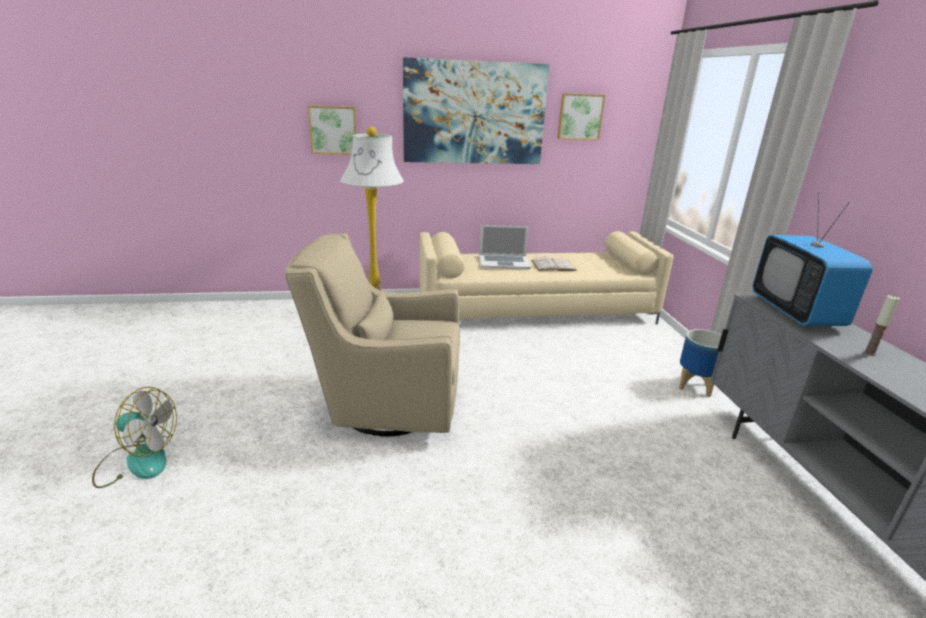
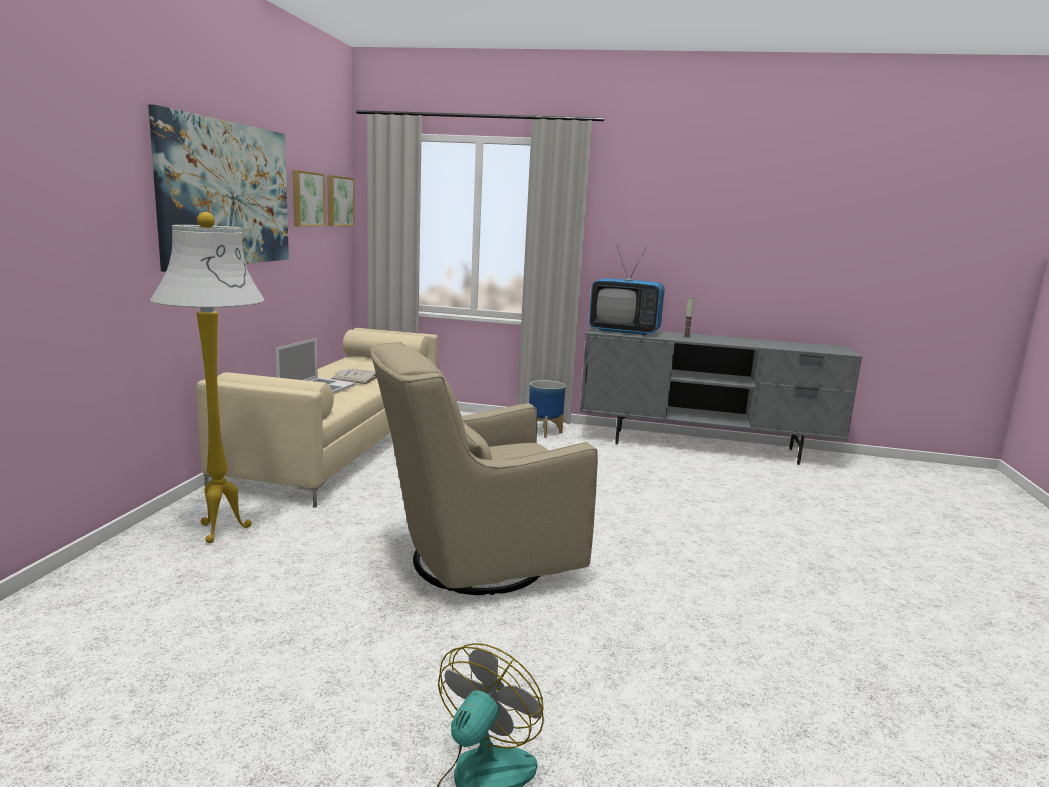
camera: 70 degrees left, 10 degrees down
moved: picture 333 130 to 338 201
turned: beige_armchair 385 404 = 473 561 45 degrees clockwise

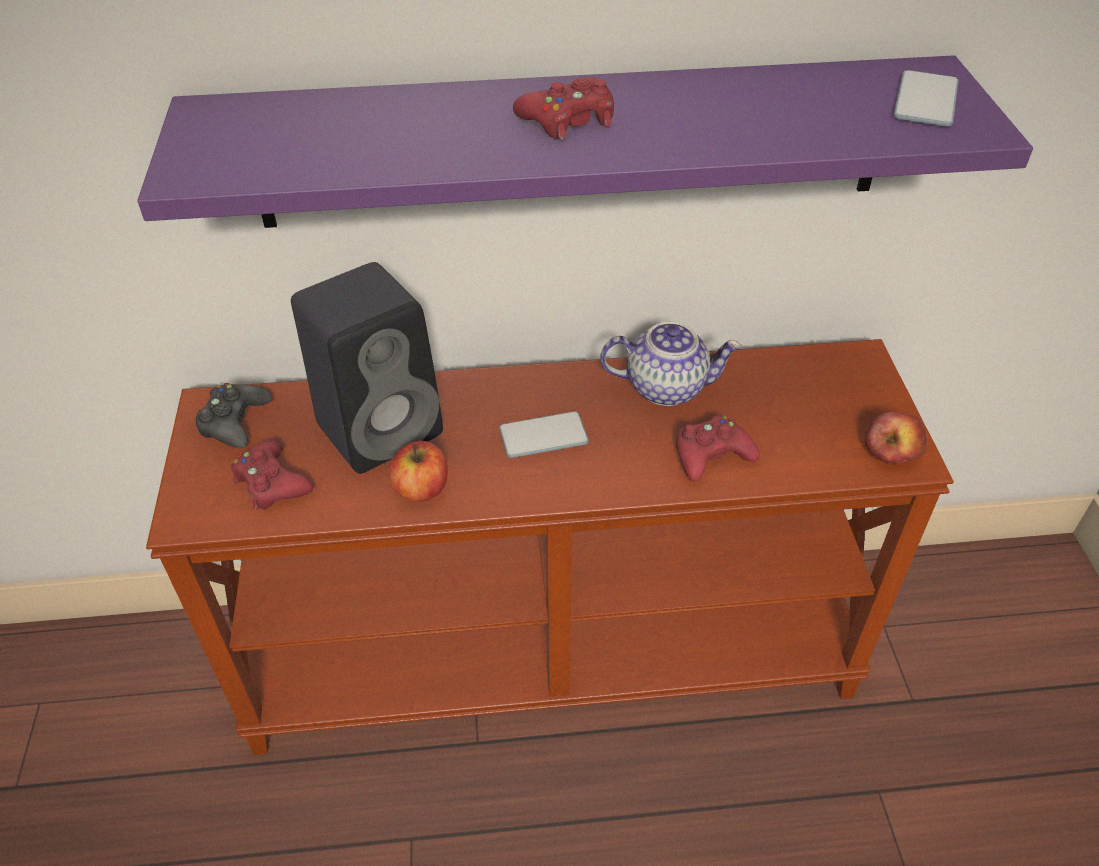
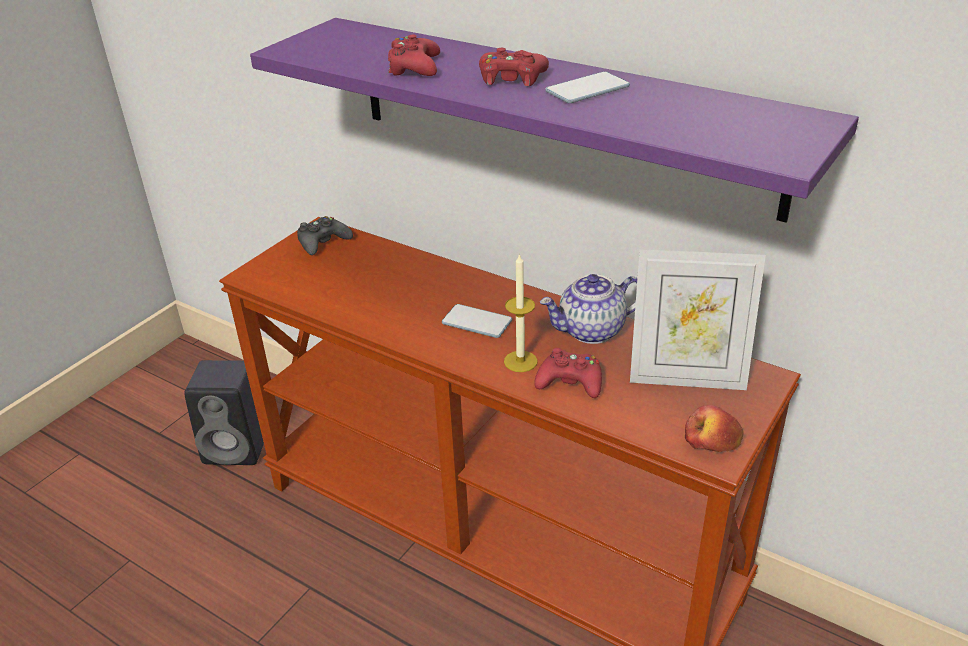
camera: 40 degrees right, 10 degrees down
removed: apple 421 489
added: candle 520 361; picture_frame 687 378
moved: black_speaker 383 427 to 238 447; red_game_controller 271 483 to 414 67; phone 925 101 to 587 89
turned: teapot 667 386 = 591 331 120 degrees clockwise

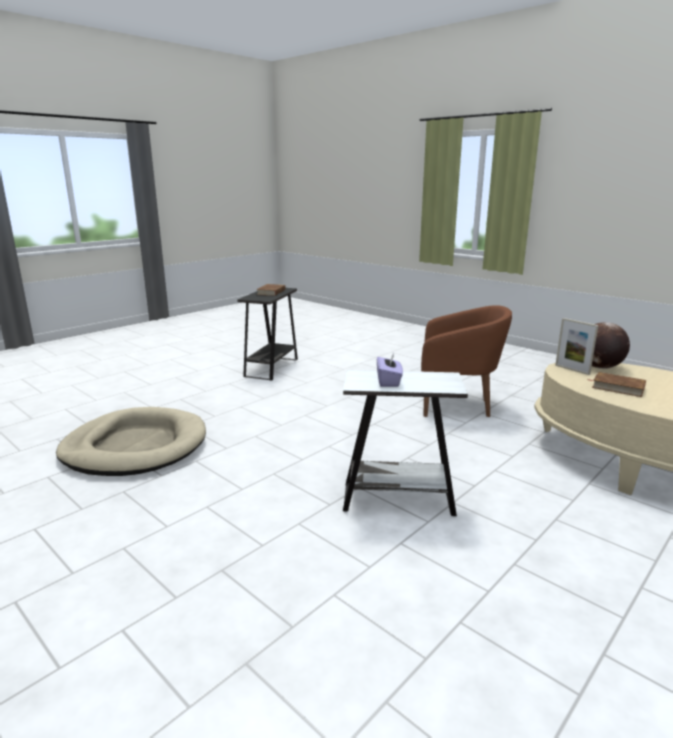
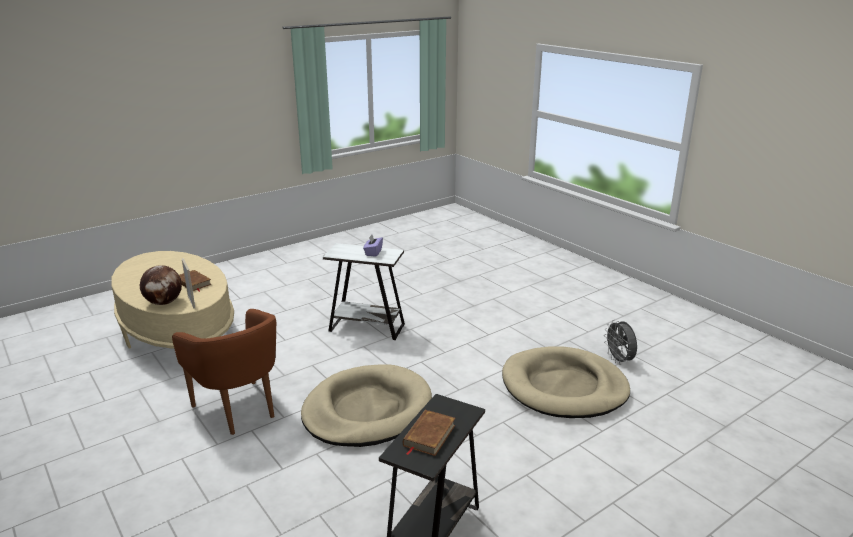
camera: 170 degrees left, 5 degrees up
added: beige_dog_bed 367 410; grey_fan 619 360
turned: brown_armchair 457 406 = 238 409 150 degrees counterclockwise

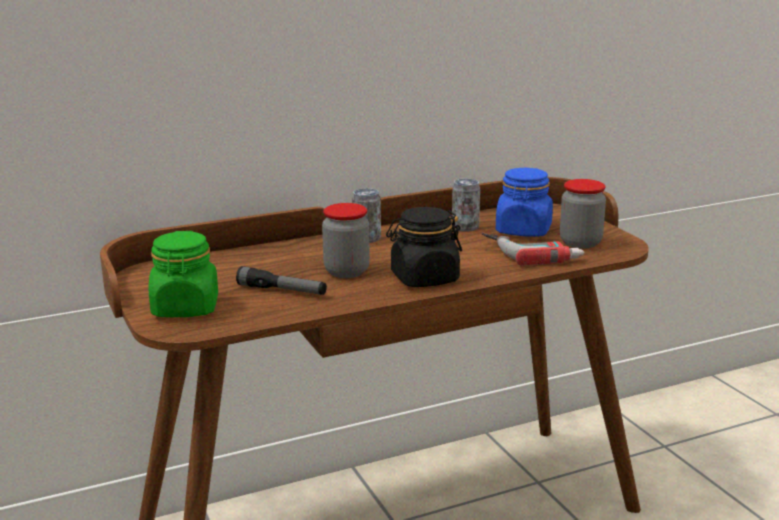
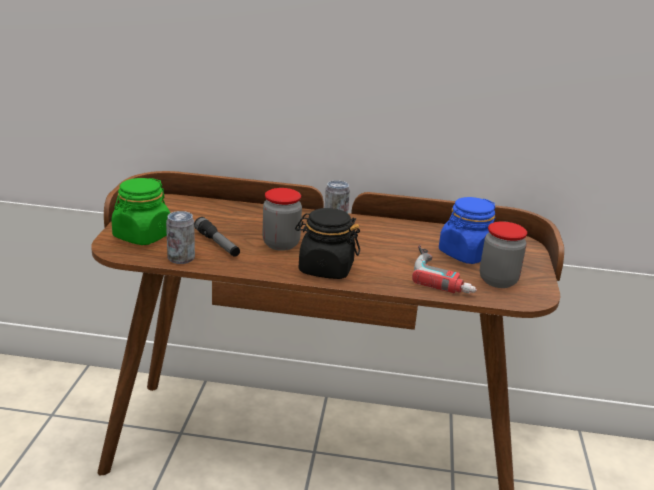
camera: 30 degrees right, 5 degrees up
moved: can 465 227 to 181 258

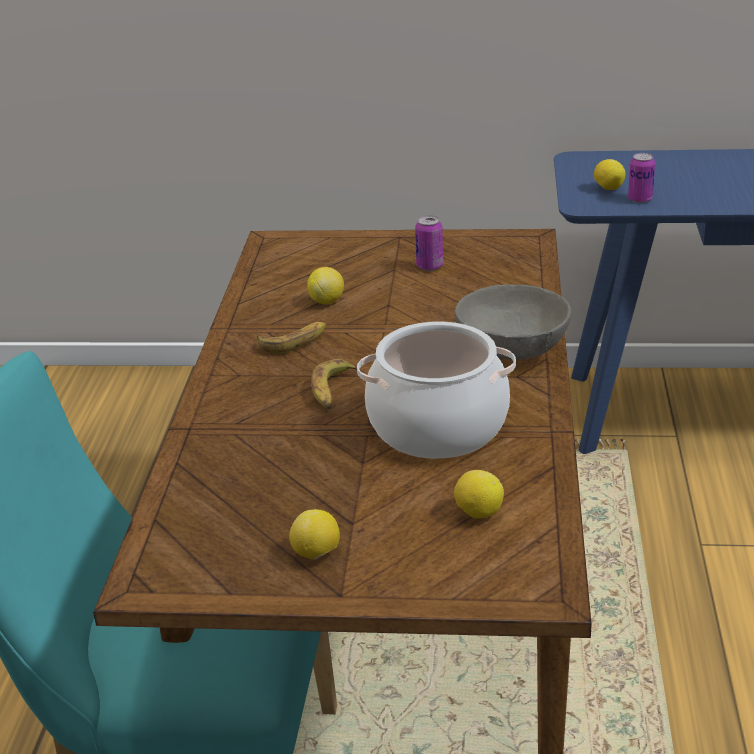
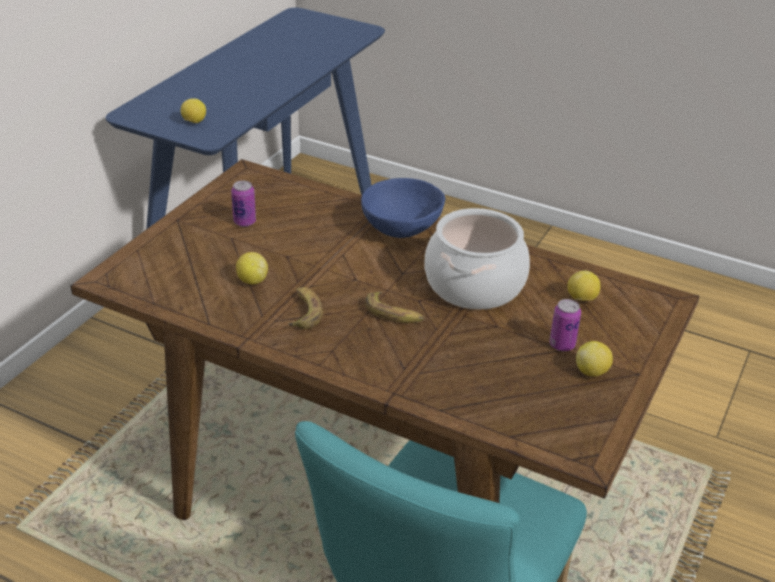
camera: 70 degrees left, 5 degrees up
moved: can 640 199 to 562 345
recoloured: grey_bowl 513 351 to blue_bowl 402 228

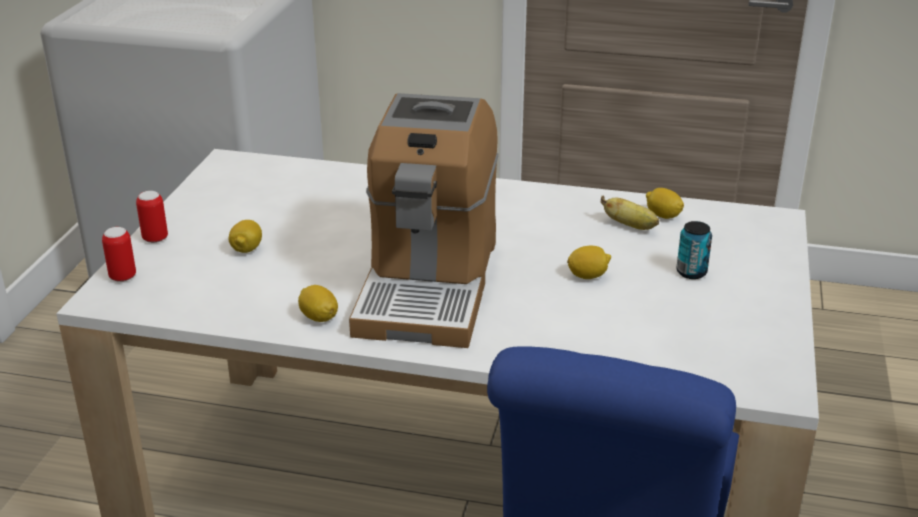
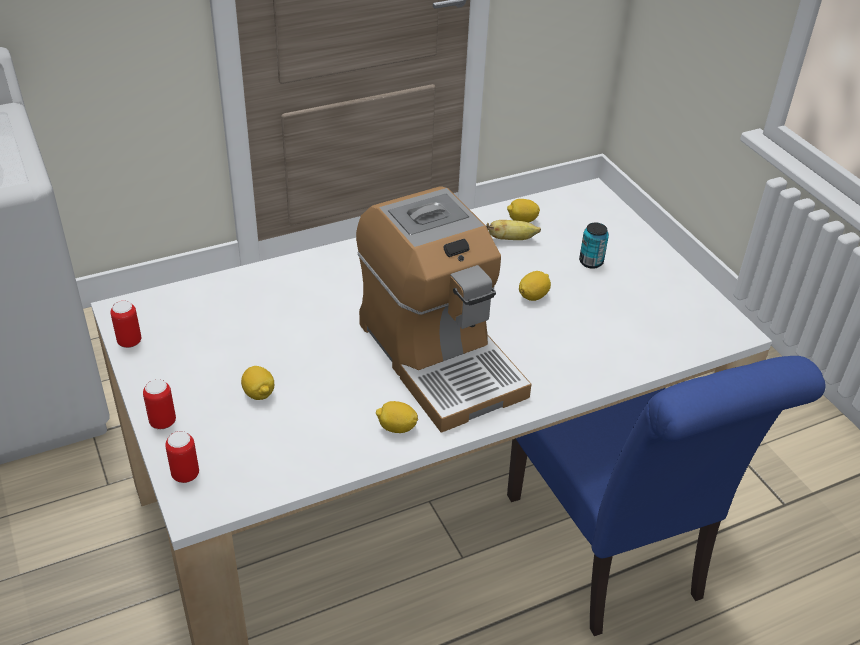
camera: 40 degrees left, 10 degrees up
added: can 129 342

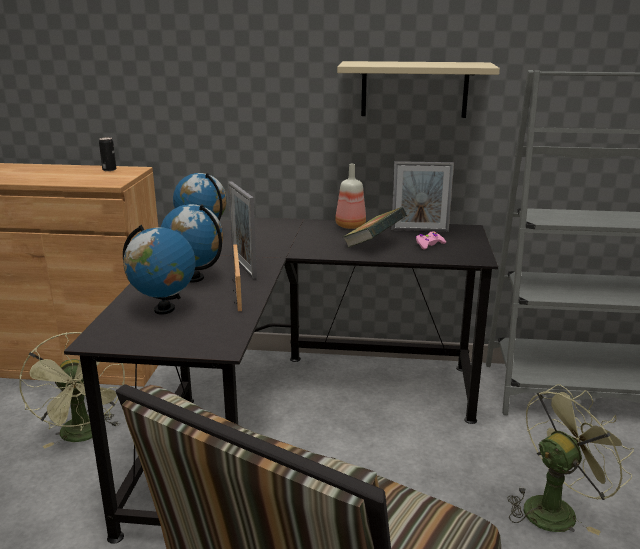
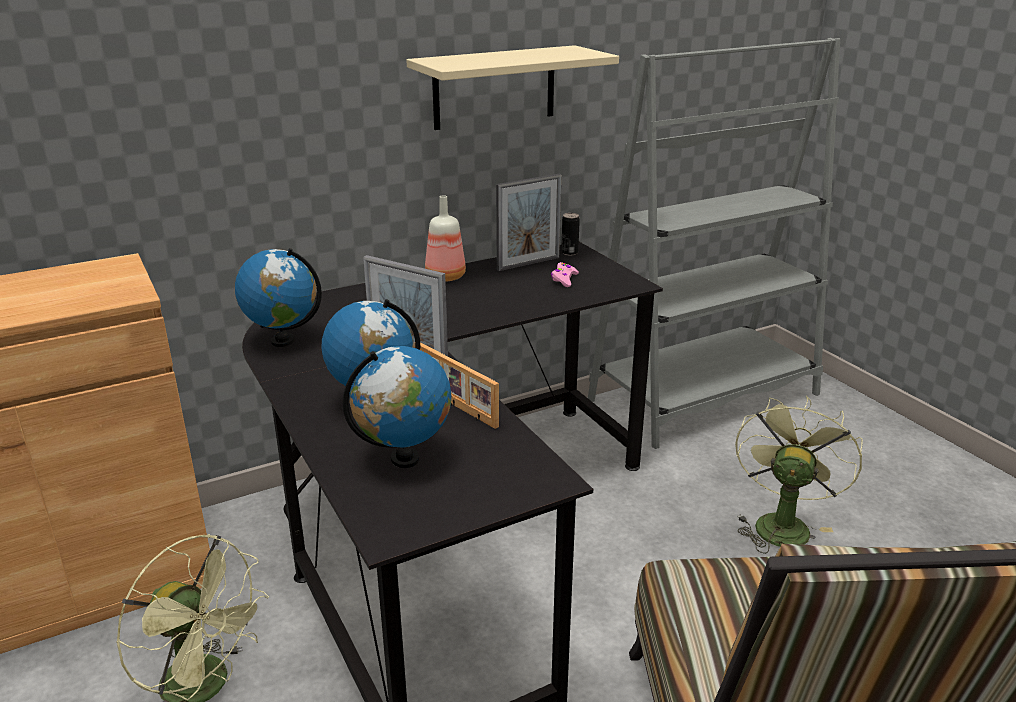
camera: 35 degrees left, 5 degrees up
removed: book 373 244
moved: can 109 169 to 569 252

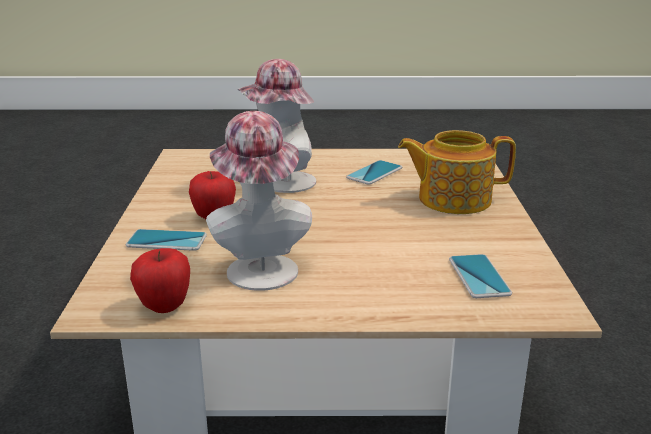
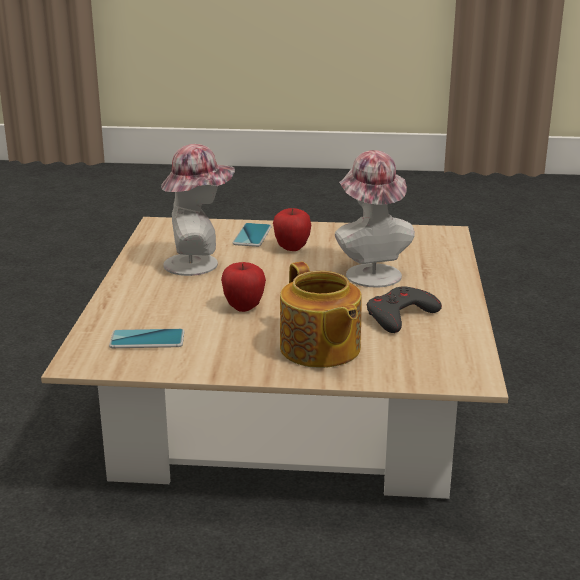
camera: 95 degrees right, 0 degrees up
moved: apple 164 307 to 244 307
replaced: phone 374 173 to grey_game_controller 400 316
turned: teapot 452 199 = 320 349 150 degrees clockwise

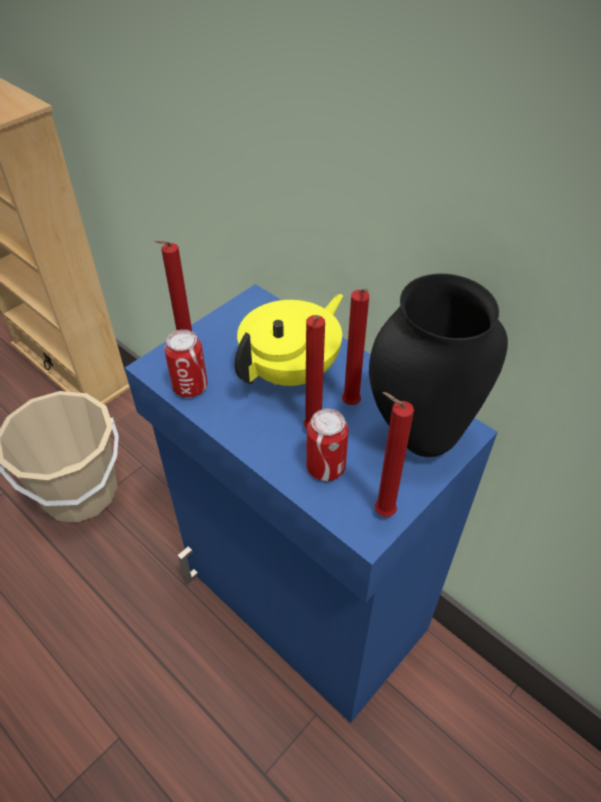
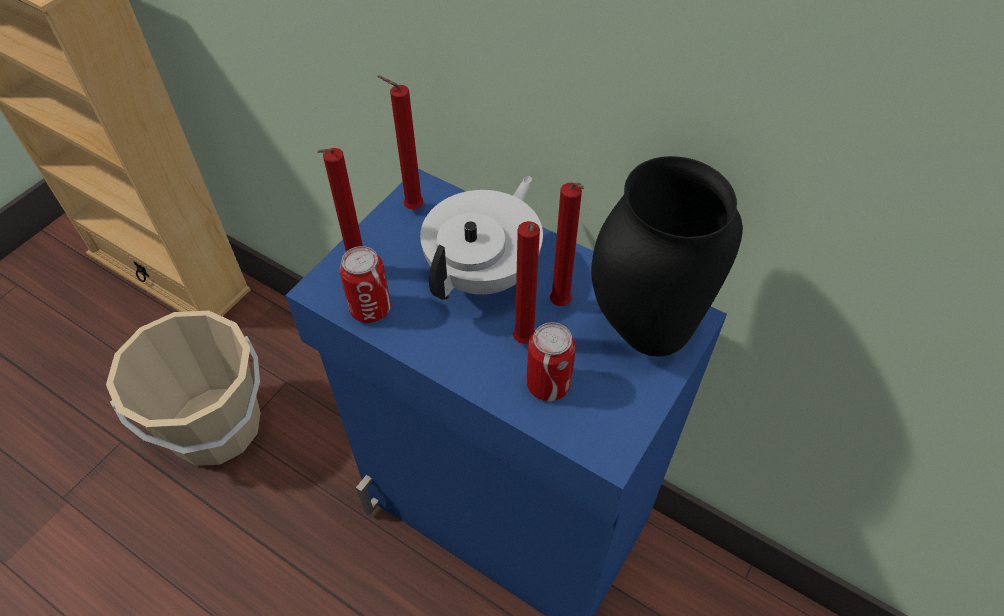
camera: 10 degrees left, 5 degrees up
moved: red_candle 381 512 to 410 208
recoloured: yellow_teapot 292 371 to white_teapot 485 273

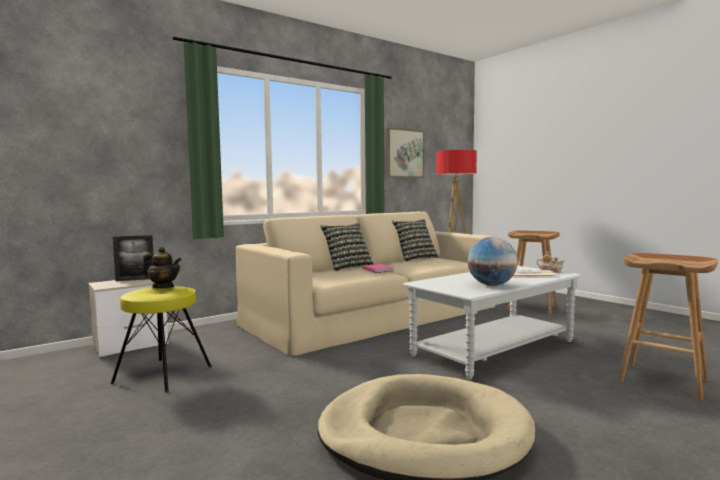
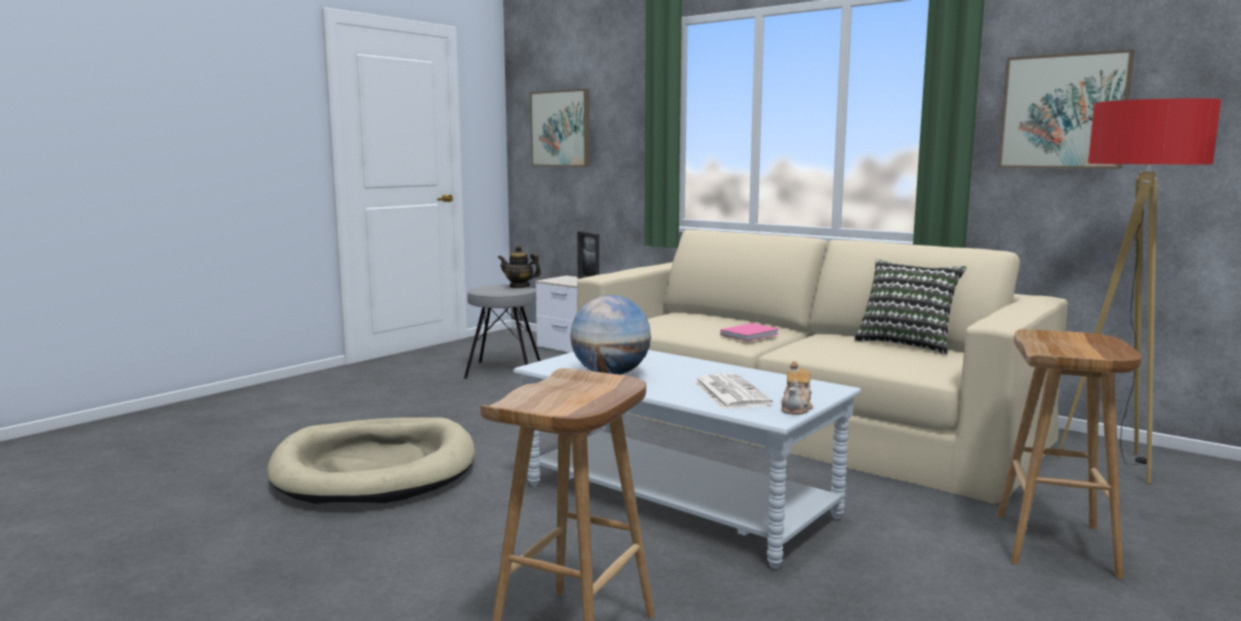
camera: 75 degrees right, 5 degrees up
removed: pillow 347 267
added: picture 561 128
recoloured: yellow_stool 164 374 to grey_stool 504 370
turned: teapot 163 287 = 519 286 105 degrees clockwise

